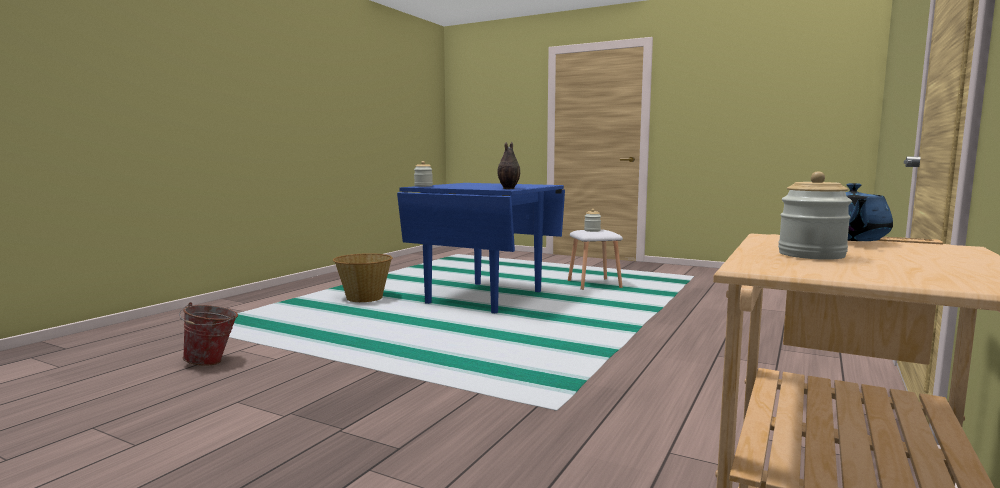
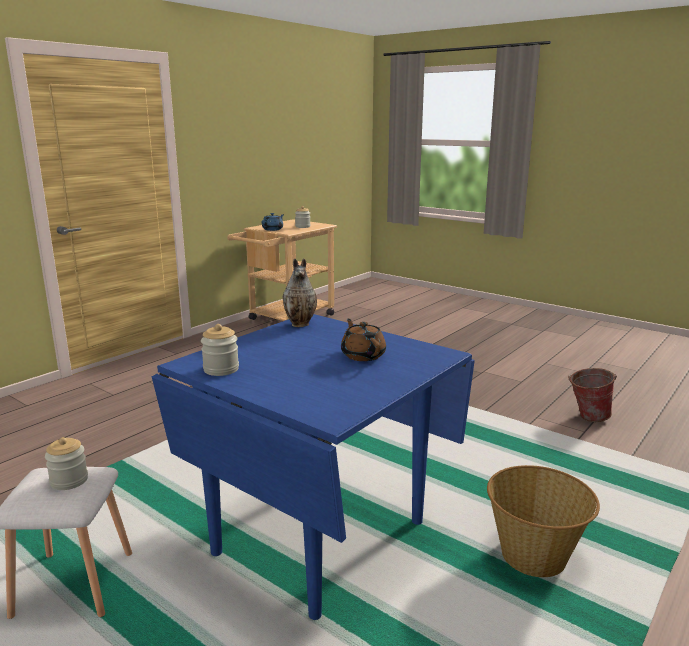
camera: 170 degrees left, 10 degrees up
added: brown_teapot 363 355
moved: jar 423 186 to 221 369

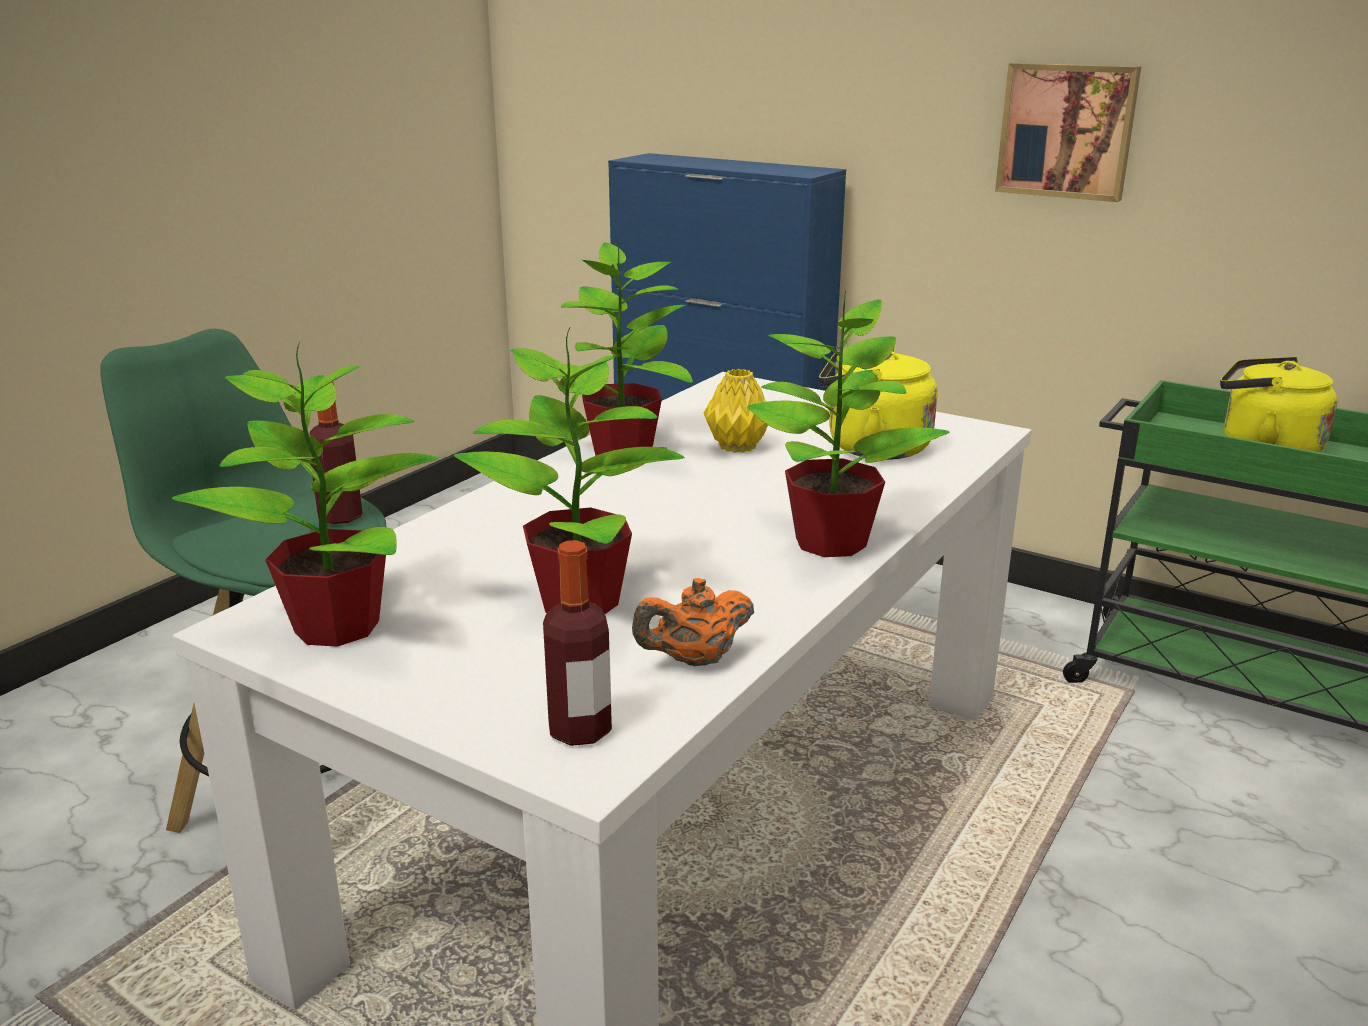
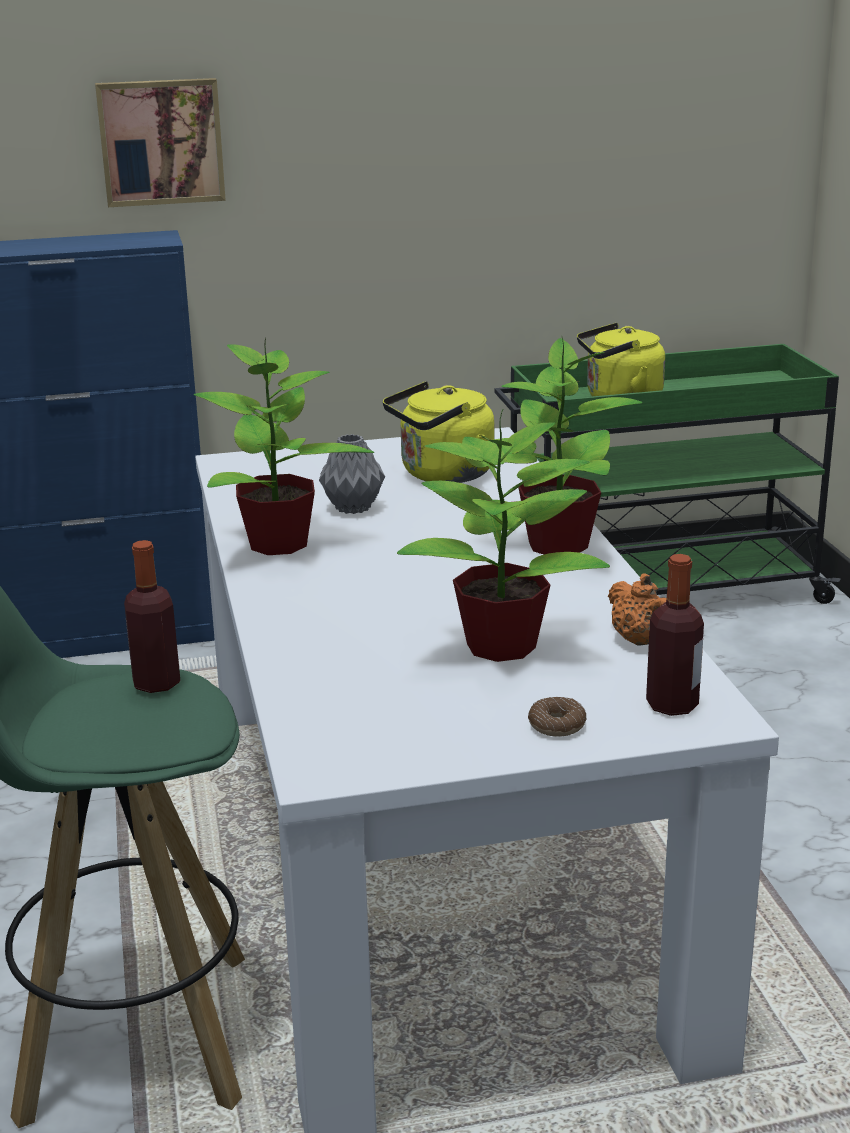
camera: 45 degrees left, 0 degrees up
removed: potted_plant 340 626
added: donut 557 725
moved: picture 1067 131 to 161 142
recoloured: yellow_vase 738 447 to grey_vase 353 507
turned: orange_teapot 694 660 = 642 642 45 degrees counterclockwise

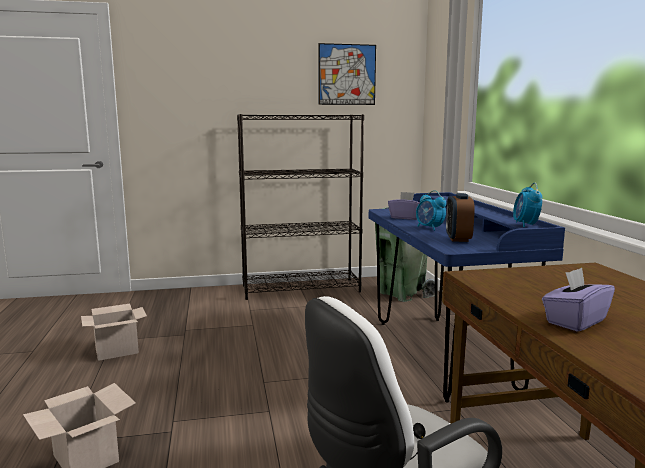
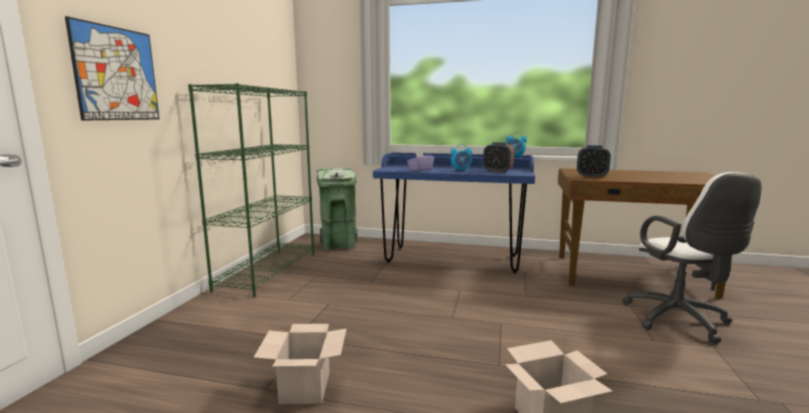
camera: 65 degrees left, 0 degrees up
removed: purple_tissue_box 575 321
added: alarm_clock 591 176
moved: picture 347 74 to 117 74
recoloured: black_bookcase 301 288 to green_bookcase 268 271

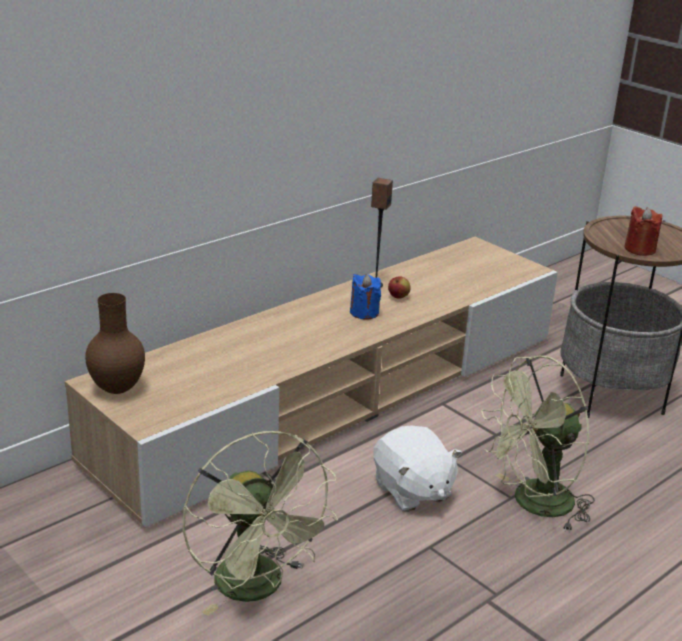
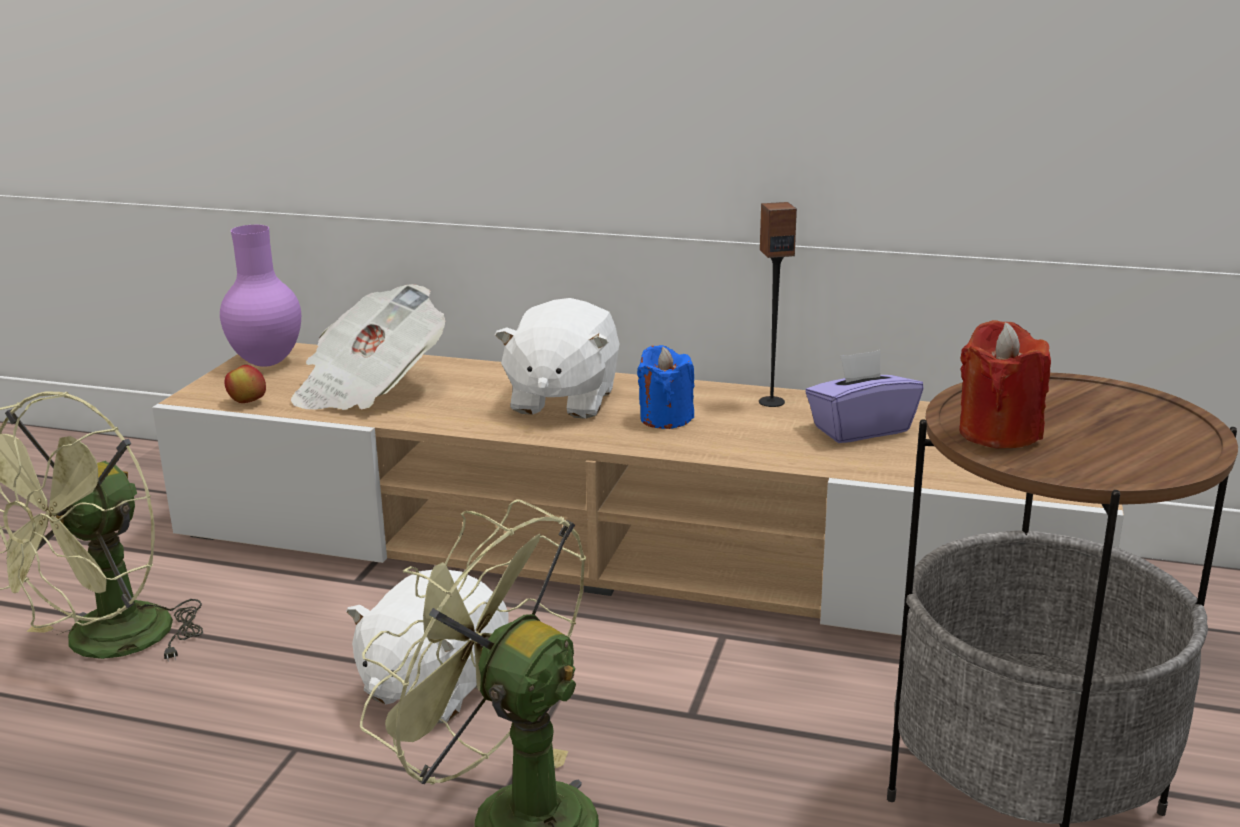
camera: 60 degrees right, 5 degrees down
added: newspaper 369 388; white_plush_toy 562 400; purple_tissue_box 860 429
moved: apple 398 297 to 247 402
recoloured: brown_vase 116 389 to purple_vase 265 362

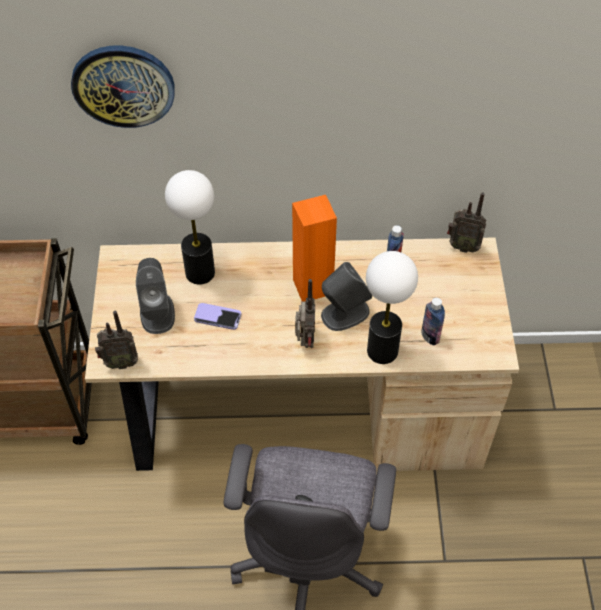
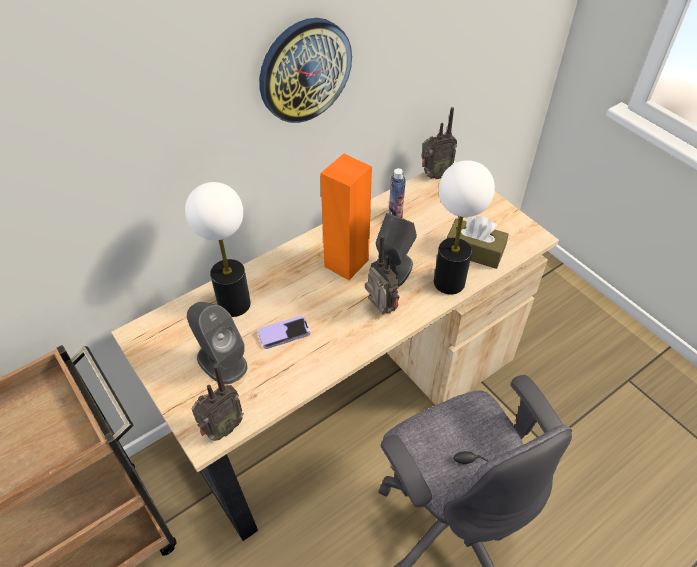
camera: 35 degrees left, 5 degrees down
moved: wall_clock 123 85 to 304 70
replaced: bottle 430 336 to brown_tissue_box 474 251

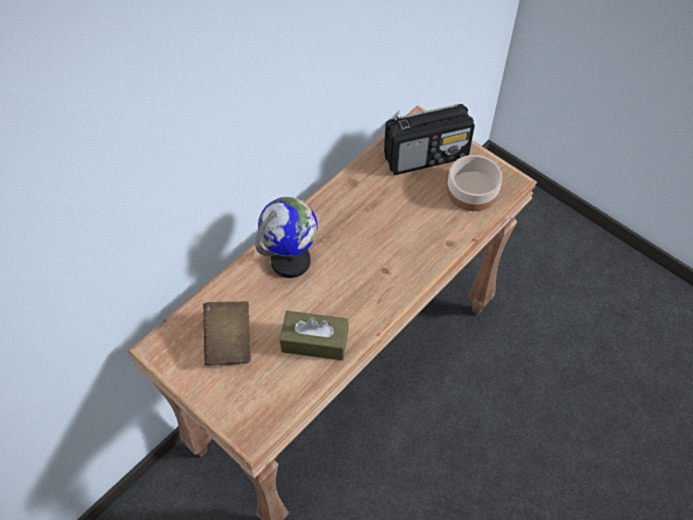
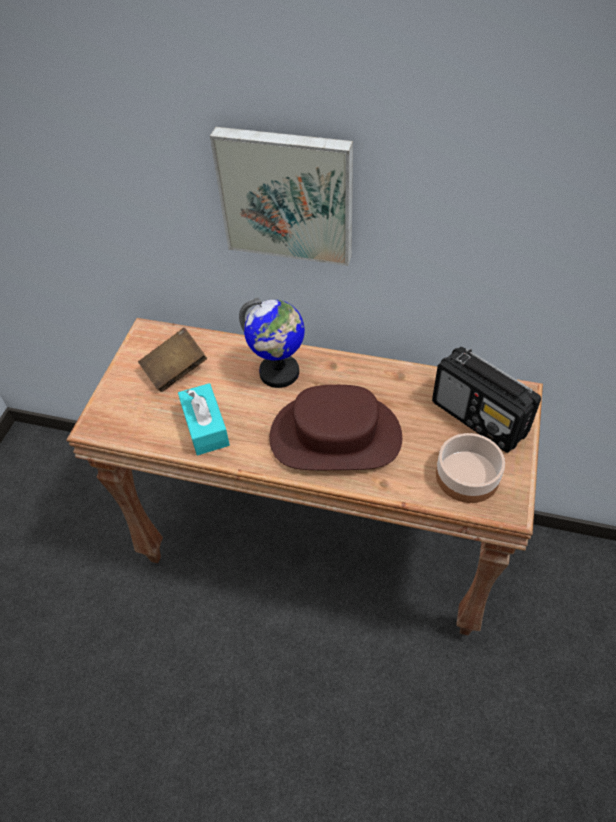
camera: 65 degrees right, 5 degrees down
added: picture 287 195; brown_hat 335 436
recoloured: brown_tissue_box 315 341 to turquoise_tissue_box 205 427

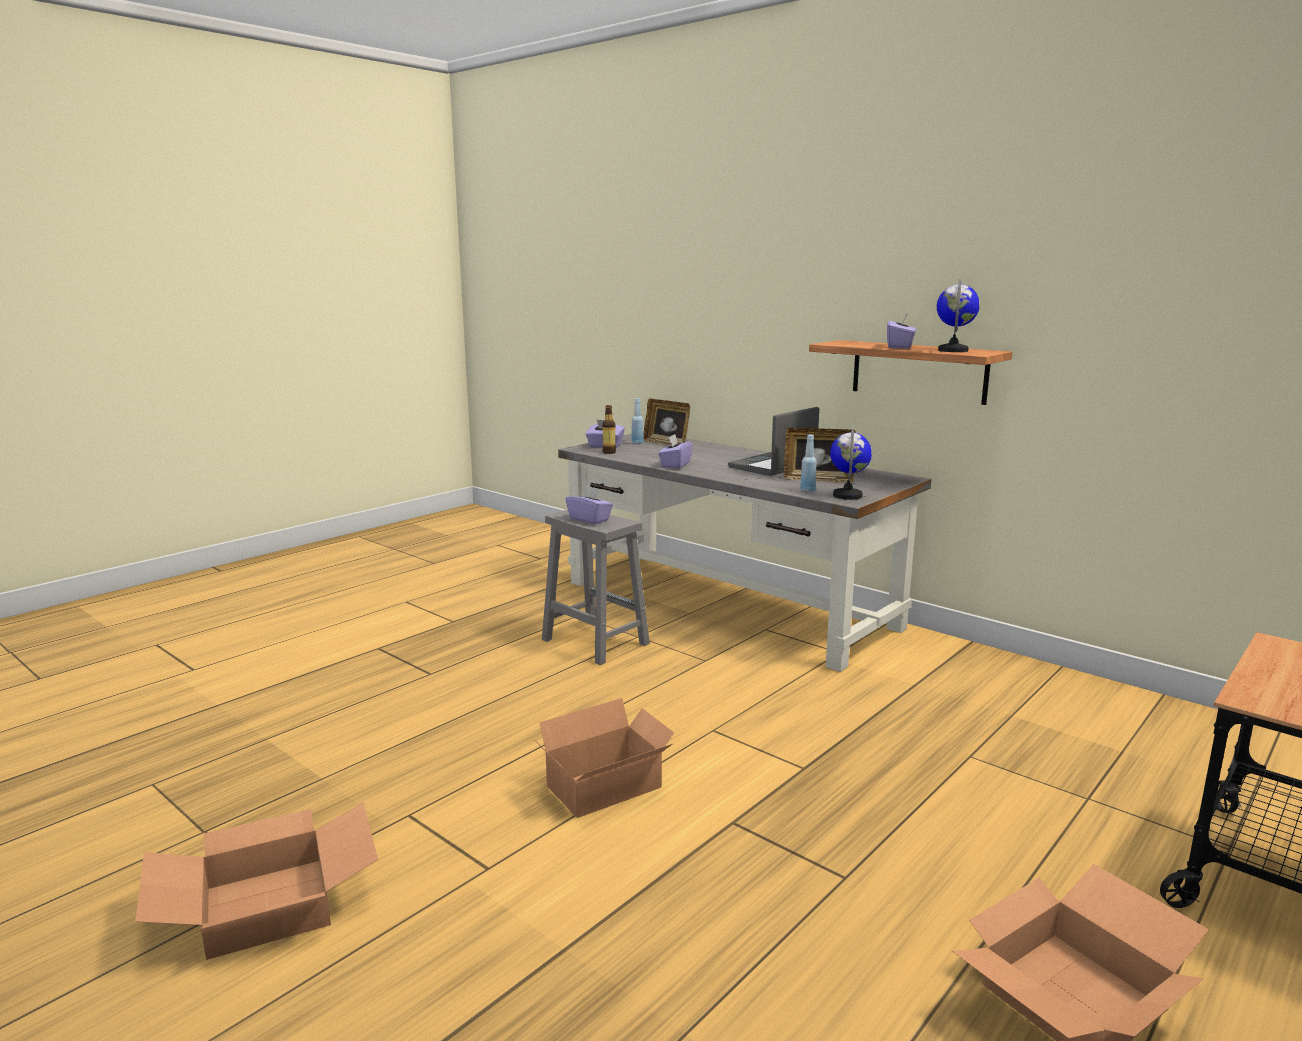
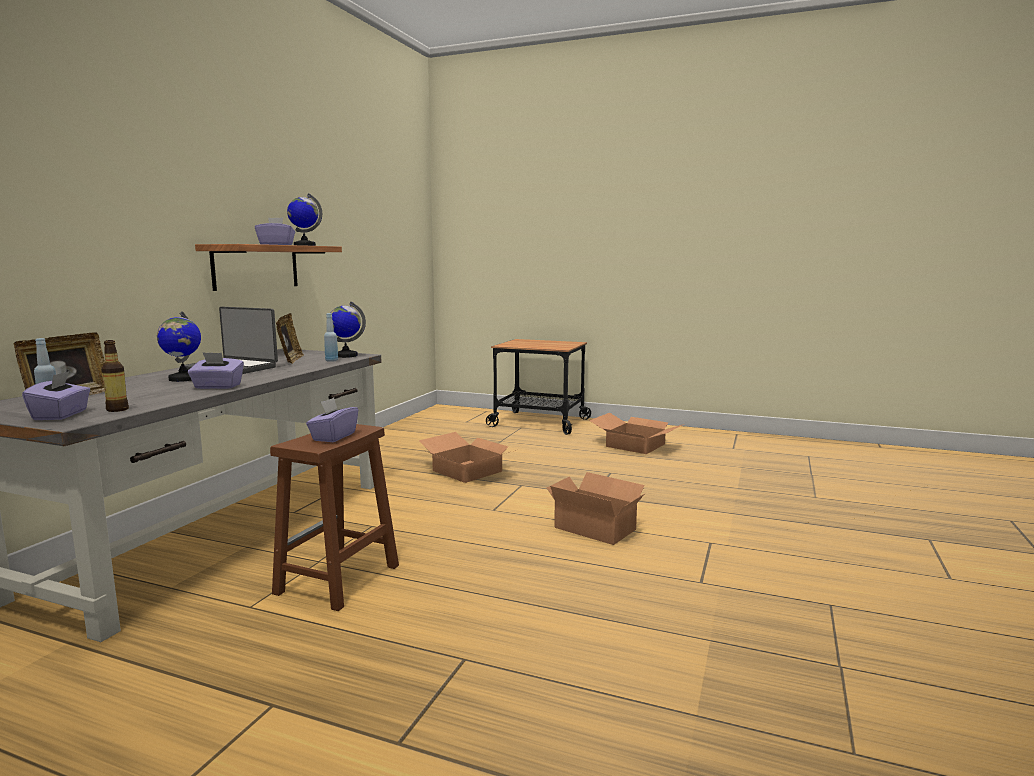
camera: 110 degrees left, 5 degrees down
added: globe 183 379
moved: cardboard_box 265 909 to 468 471
recoloured: grey_stool 593 641 to brown_stool 337 580

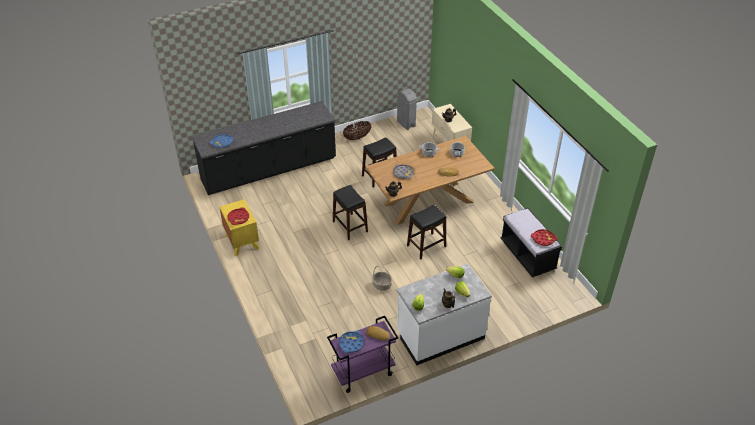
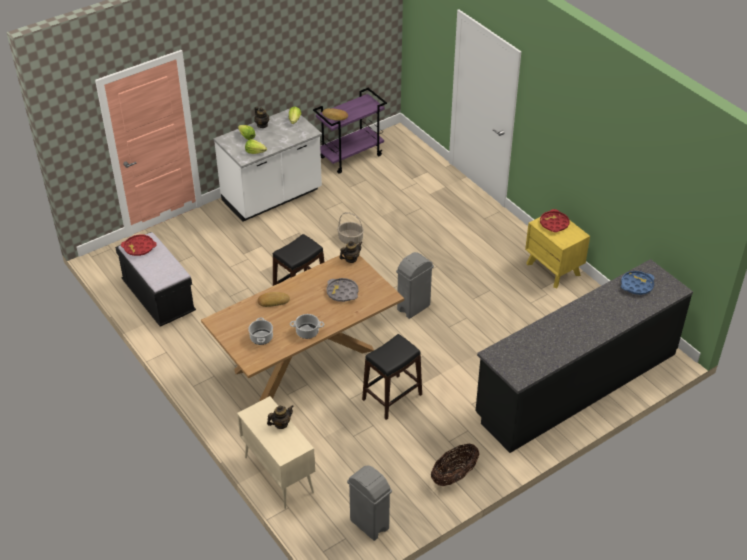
camera: 170 degrees right, 0 degrees up
removed: blue_tray 351 343
replaced: black_stool 350 227 to grey_trash_can 414 307

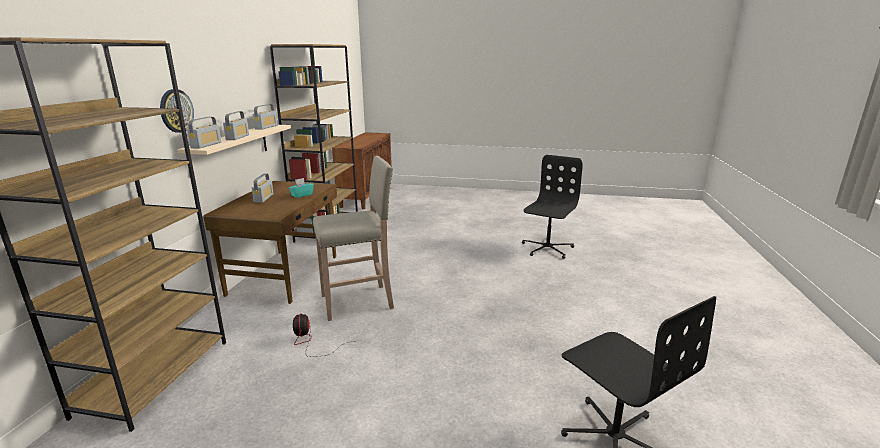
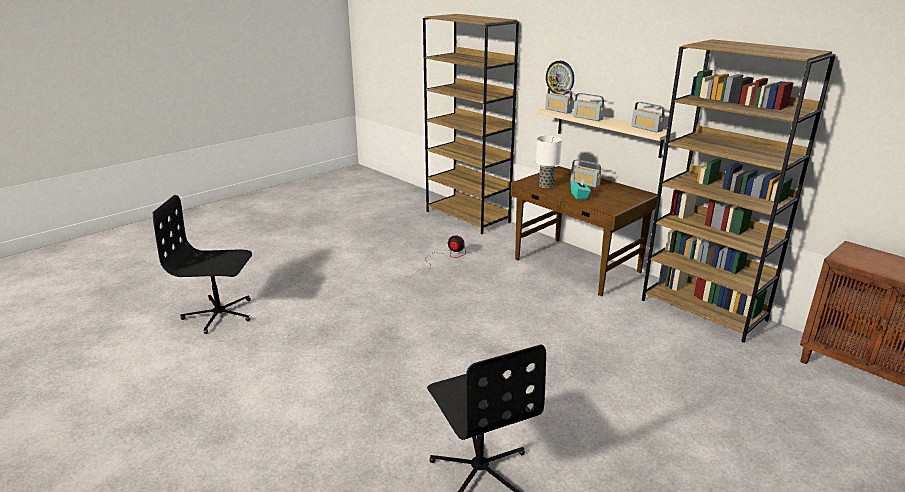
camera: 125 degrees right, 5 degrees up
removed: beige_stool 359 302
added: table_lamp 546 186

